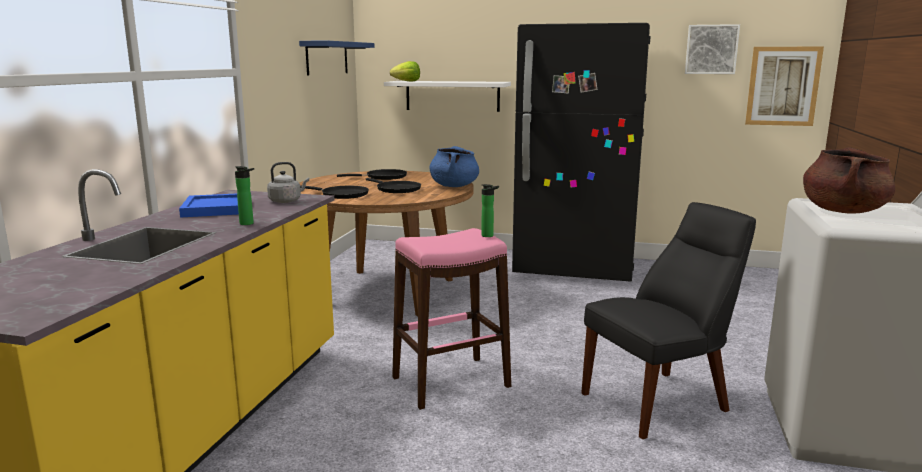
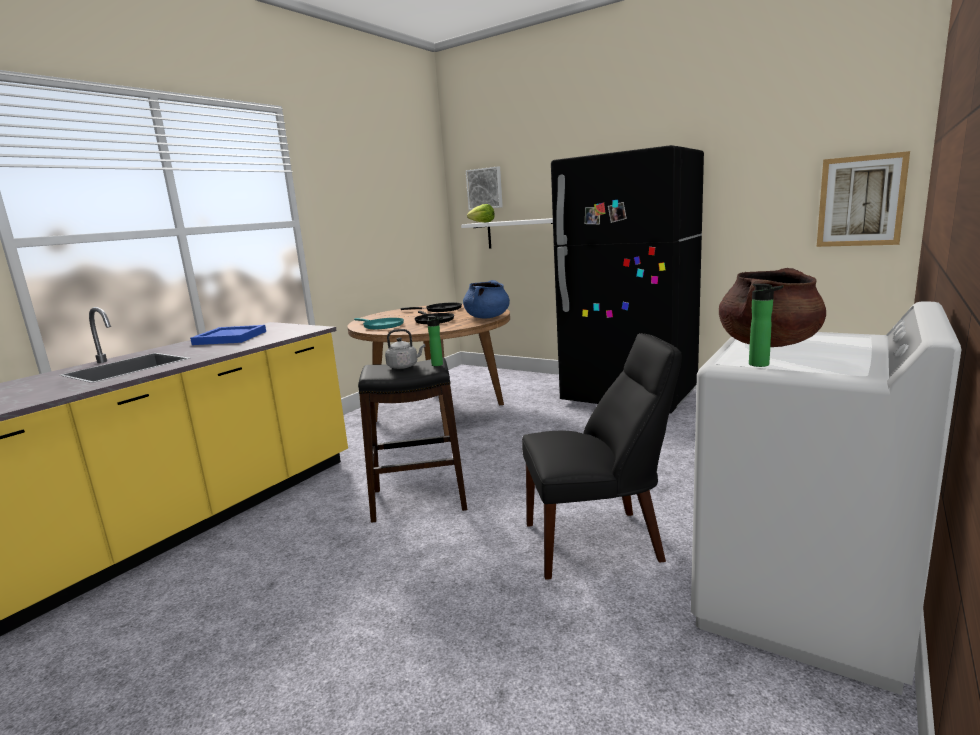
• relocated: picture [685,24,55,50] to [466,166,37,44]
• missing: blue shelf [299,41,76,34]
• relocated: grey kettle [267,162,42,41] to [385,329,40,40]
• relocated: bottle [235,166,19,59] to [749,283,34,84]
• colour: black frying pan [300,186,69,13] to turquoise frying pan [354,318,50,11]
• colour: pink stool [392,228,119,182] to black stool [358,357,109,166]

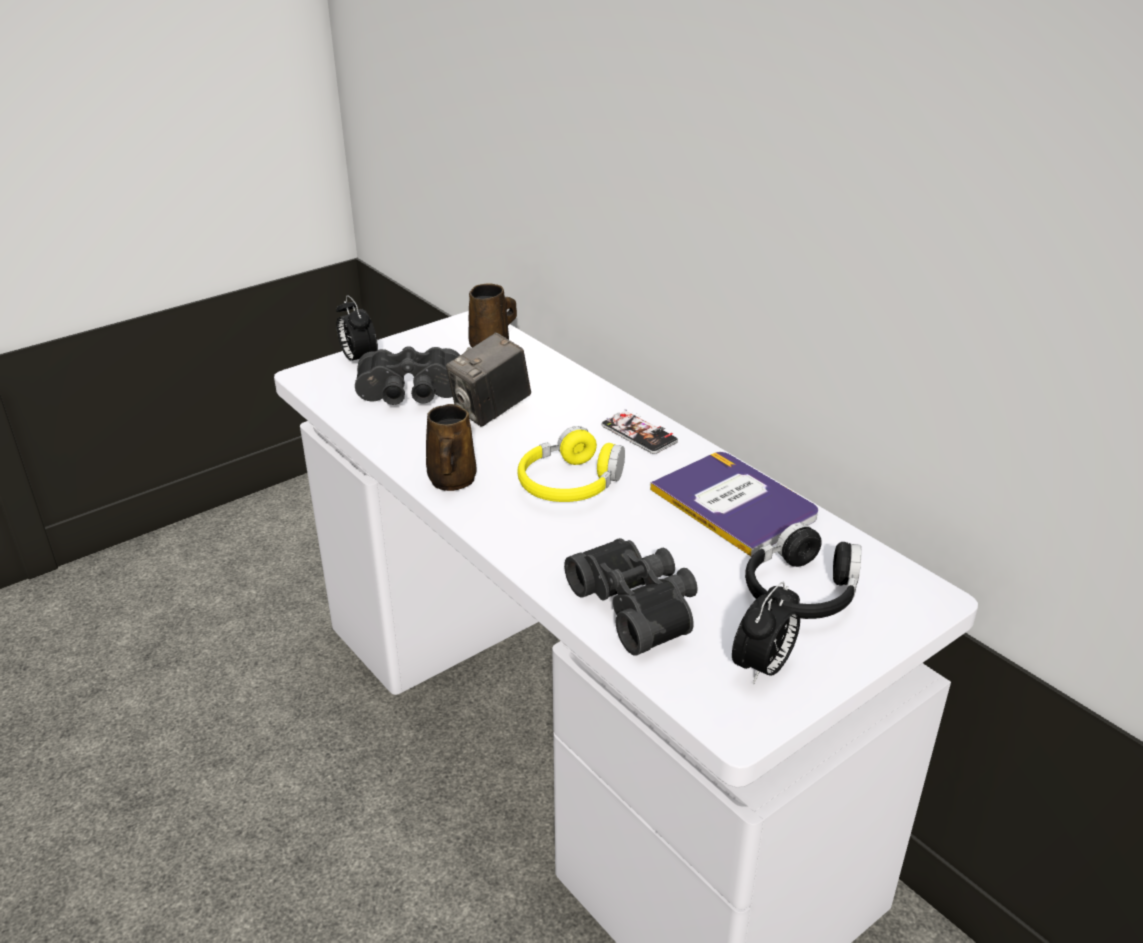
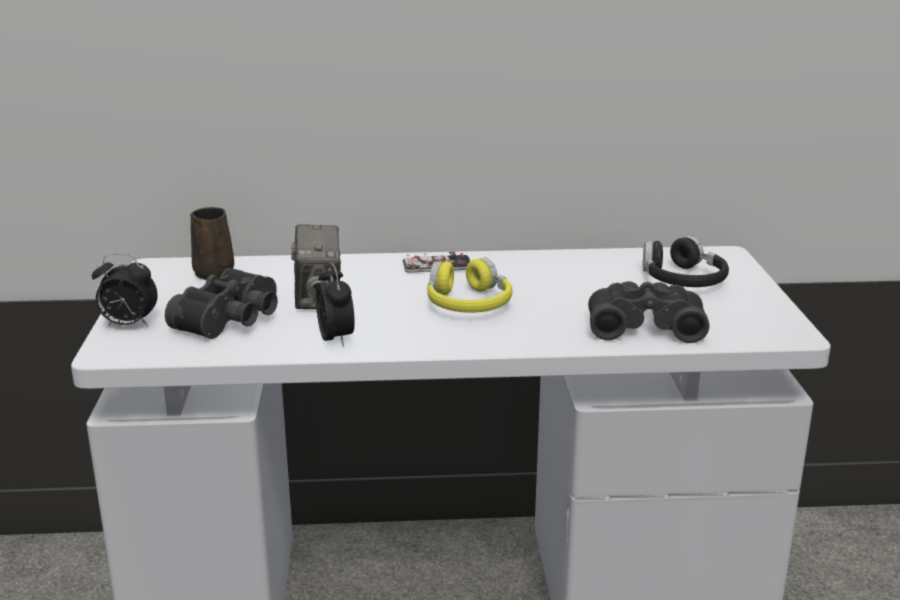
• missing: brown mug [426,404,51,87]
• missing: book [650,452,168,105]
• relocated: alarm clock [732,582,68,102] to [316,262,39,85]

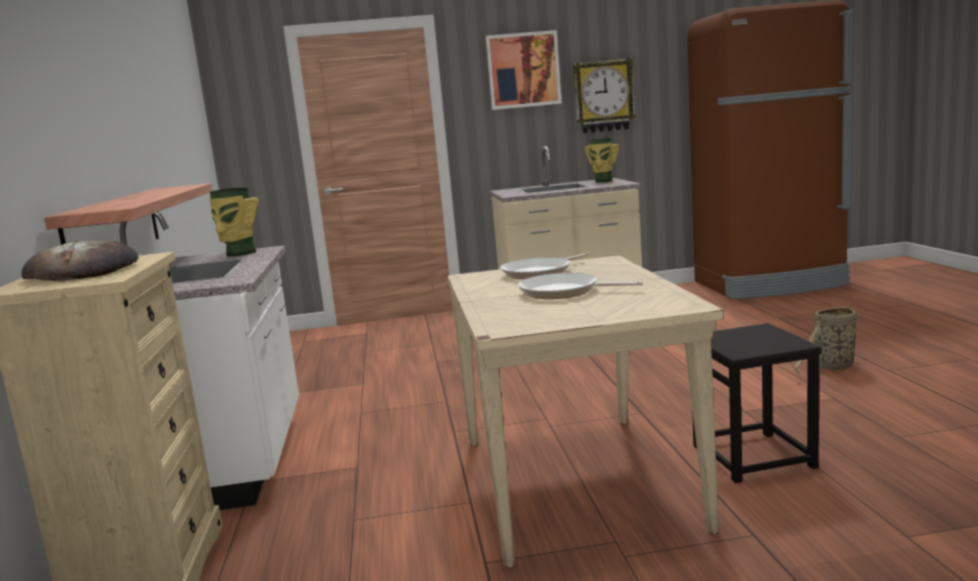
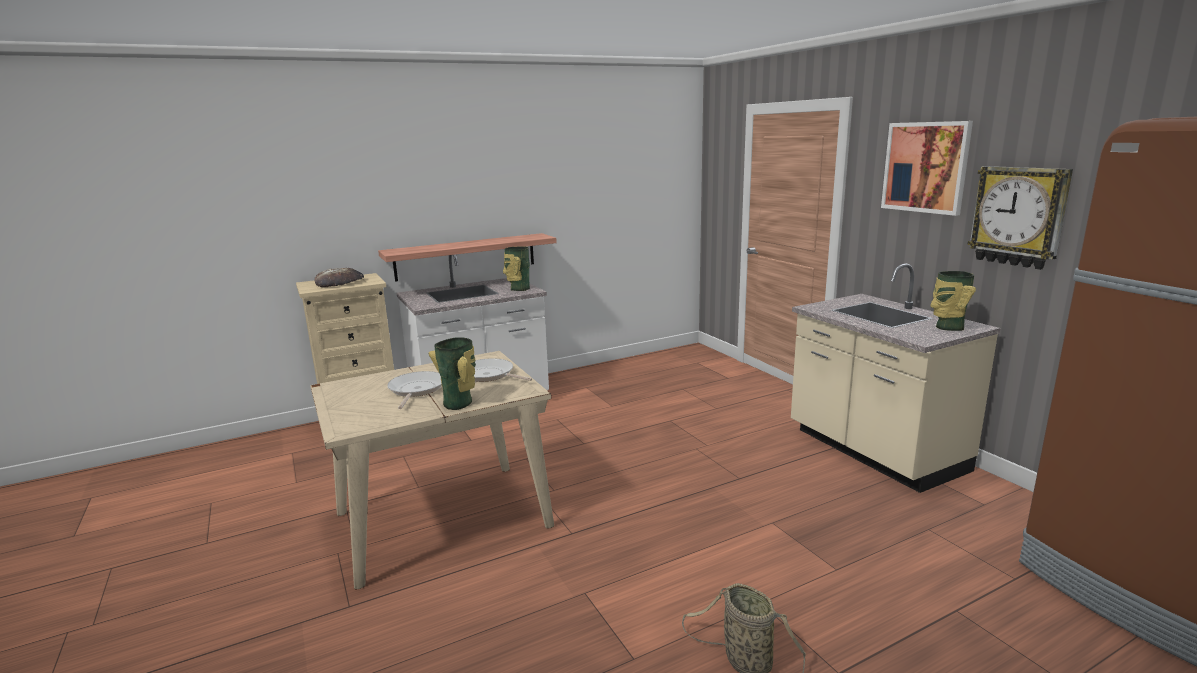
• missing: black stool [692,323,130,160]
• appeared: vase [429,337,47,73]

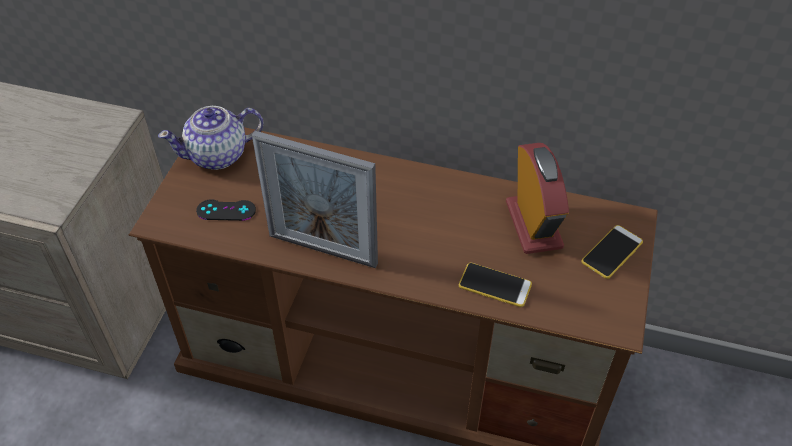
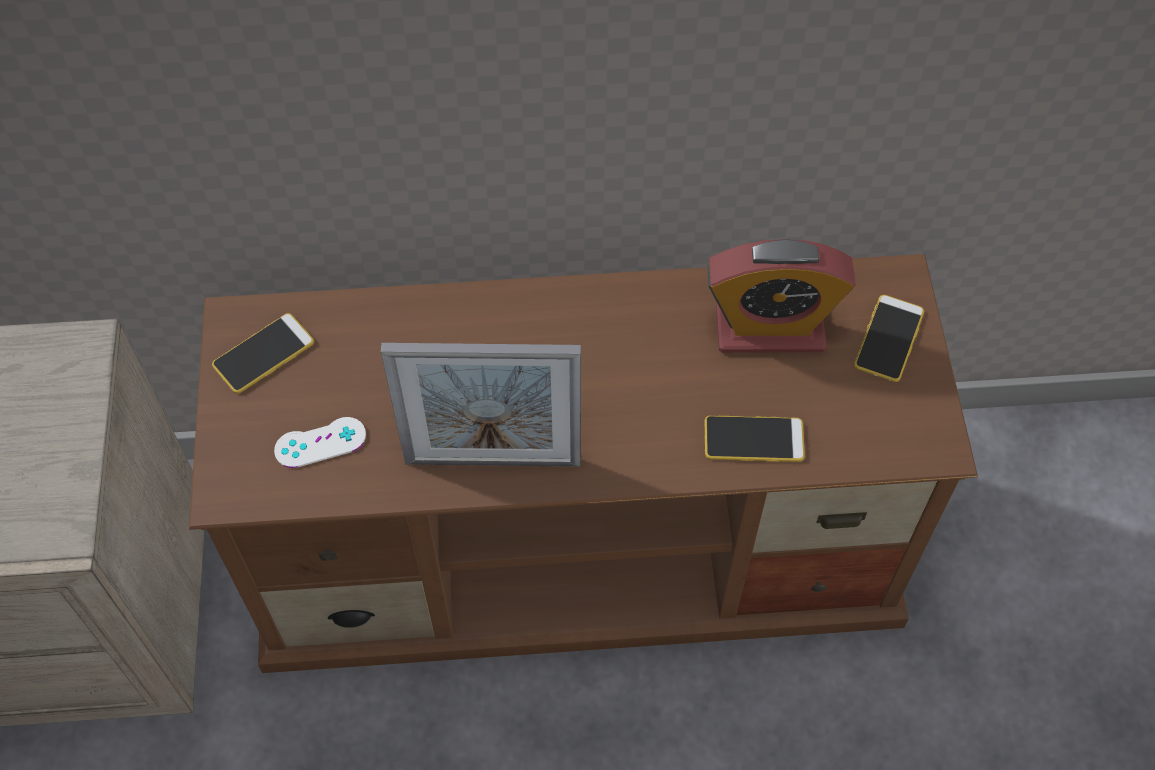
• exchanged: teapot [158,106,105,64] to phone [212,313,102,80]
• spun: alarm clock [506,143,63,111] = [707,239,149,114] 120 degrees clockwise
• colour: black game controller [196,199,60,22] to white game controller [274,417,92,51]

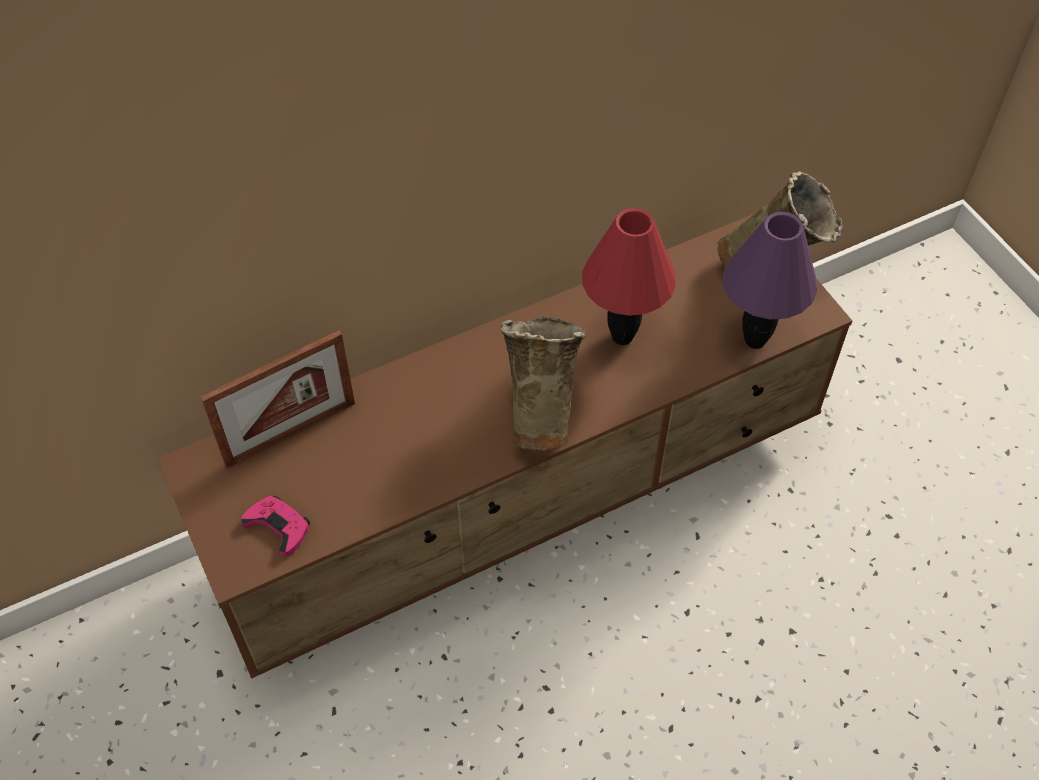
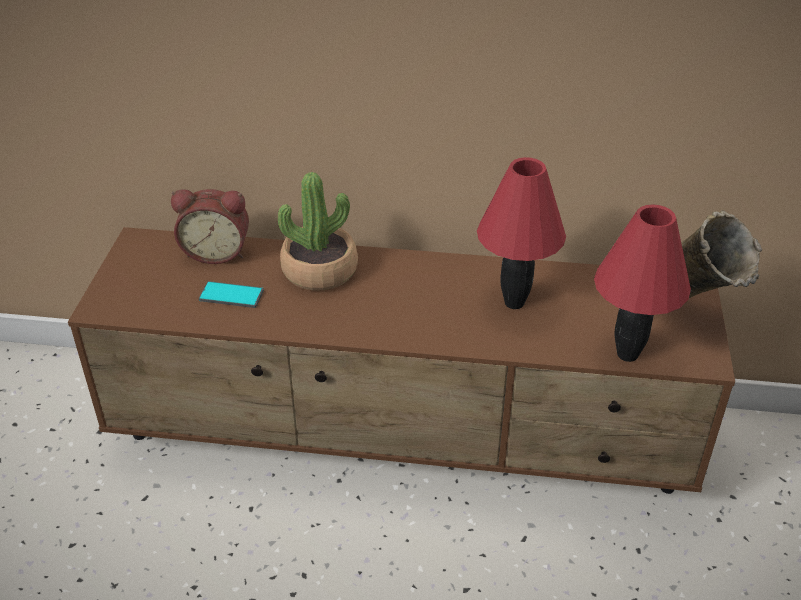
• colour: purple table lamp [723,212,94,137] to red table lamp [594,204,97,158]
• missing: beige vase [501,317,85,134]
• exchanged: picture frame [200,330,155,138] to alarm clock [171,189,78,75]
• missing: pink game controller [241,496,69,61]
• appeared: potted plant [278,172,80,118]
• appeared: phone [199,281,65,27]

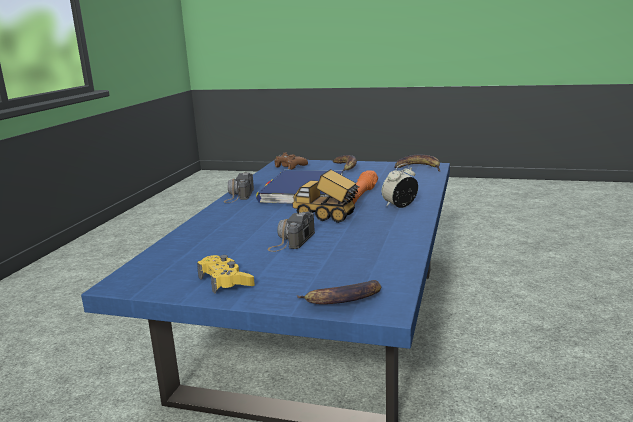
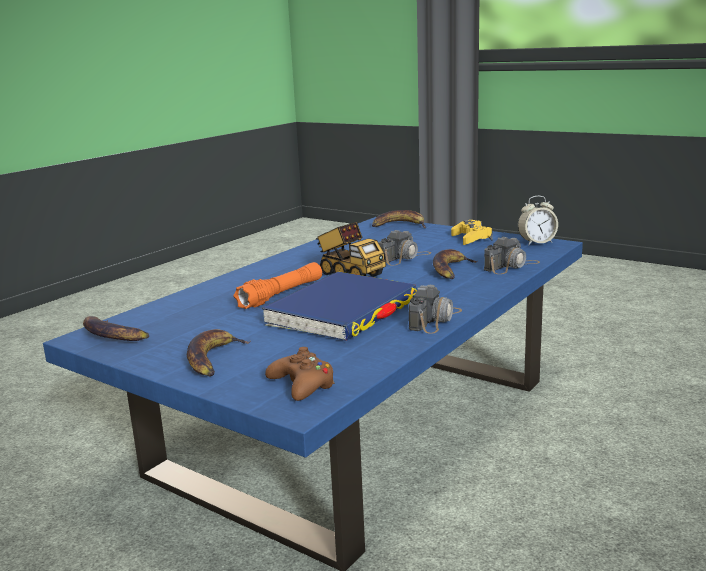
• relocated: alarm clock [382,164,36,44] to [518,196,40,49]
• appeared: photo camera [484,237,56,37]
• appeared: banana [433,249,45,30]

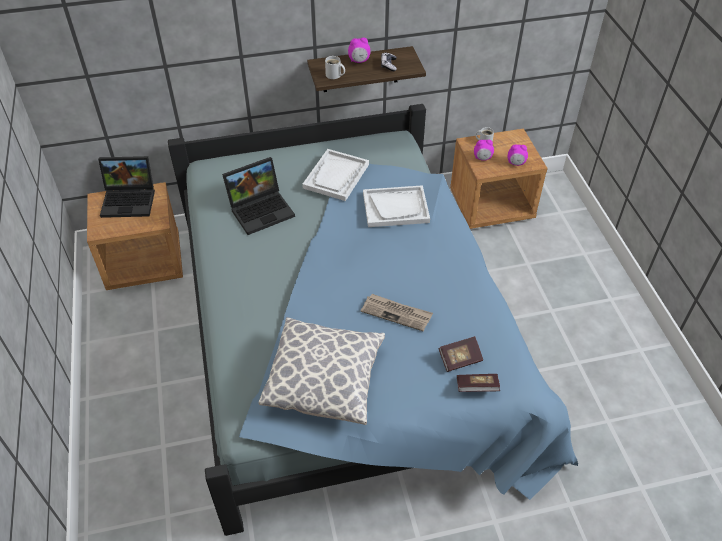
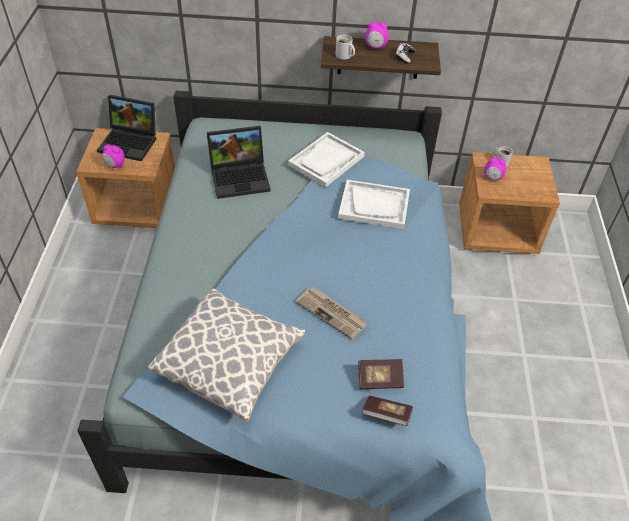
• relocated: alarm clock [508,144,20,22] to [102,144,23,24]

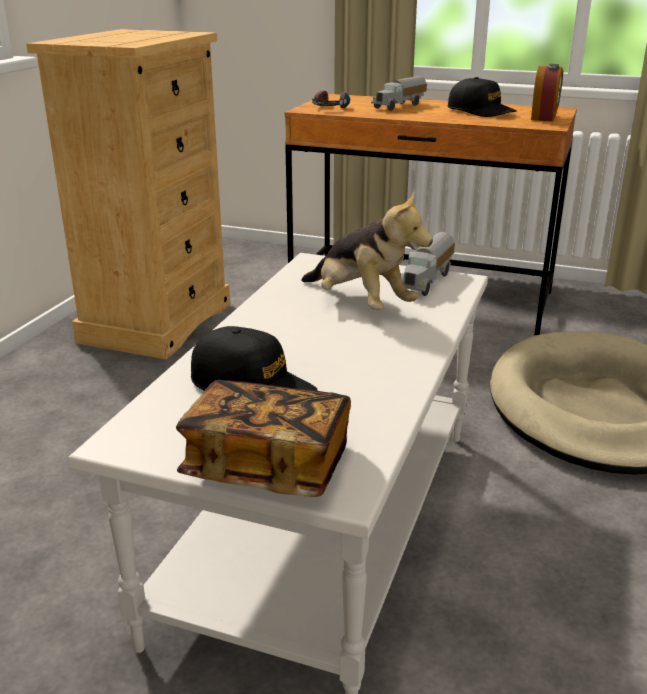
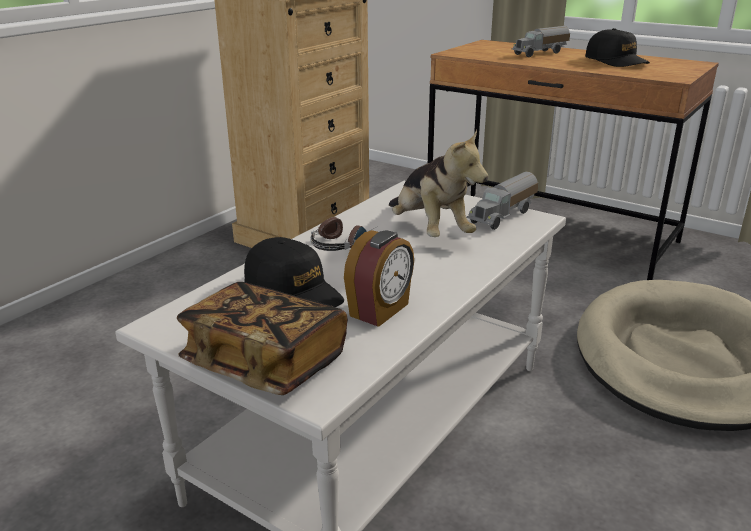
• relocated: alarm clock [531,64,32,57] to [344,230,70,97]
• relocated: headphones [312,90,38,18] to [310,217,66,34]

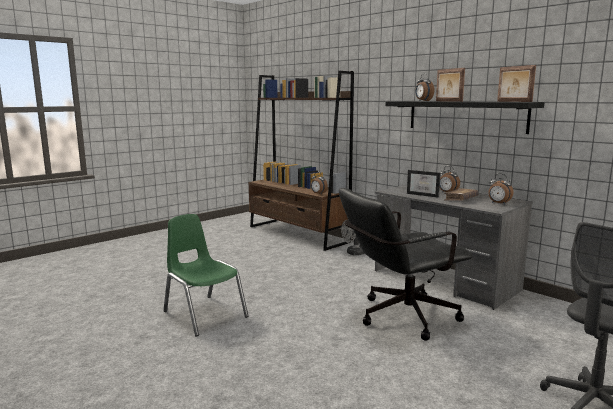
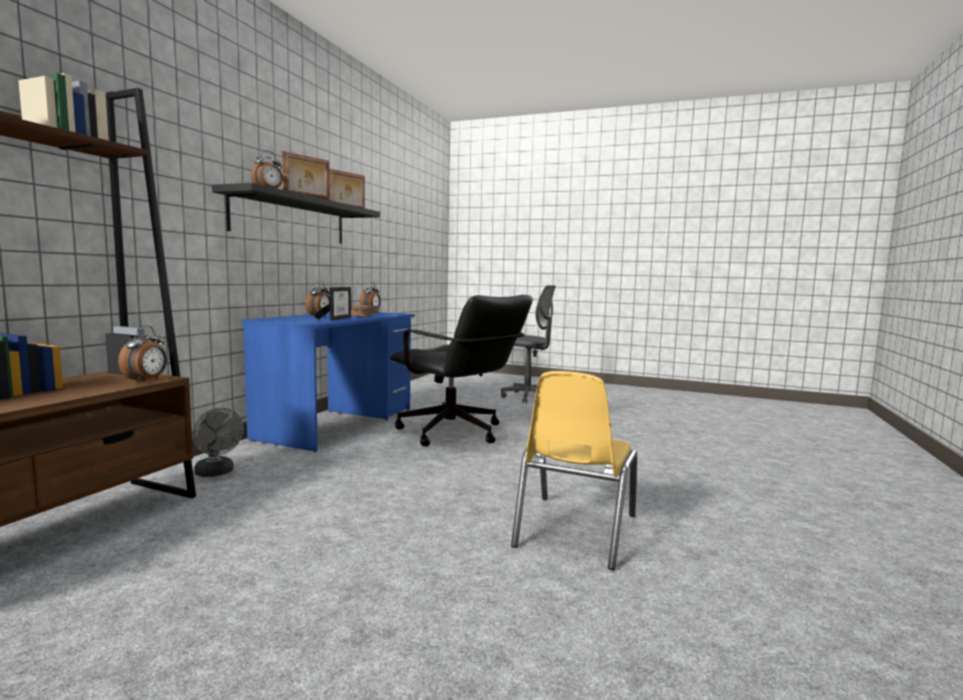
• colour: grey desk [375,185,158,125] to blue desk [241,312,174,140]
• colour: green chair [163,214,86,123] to yellow chair [511,371,126,199]

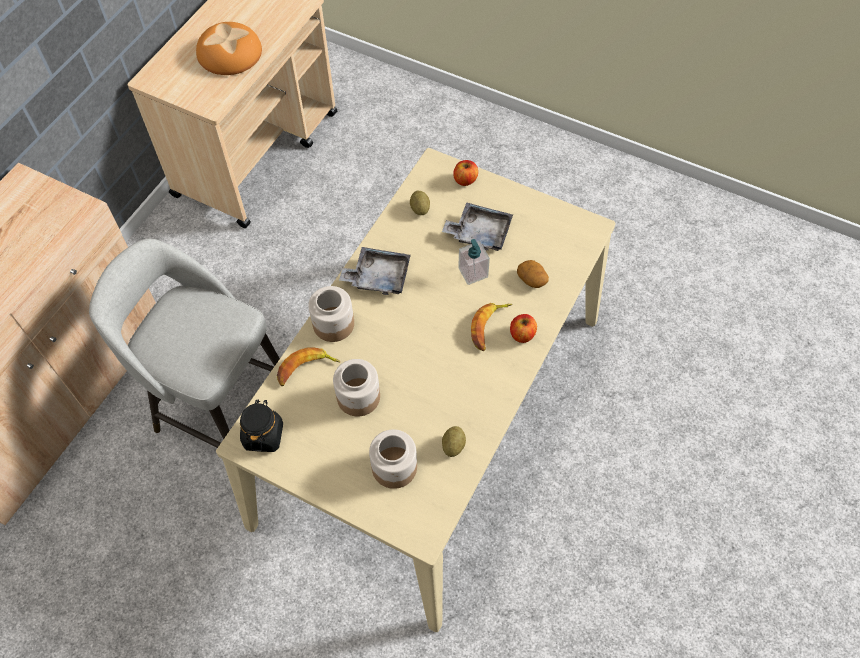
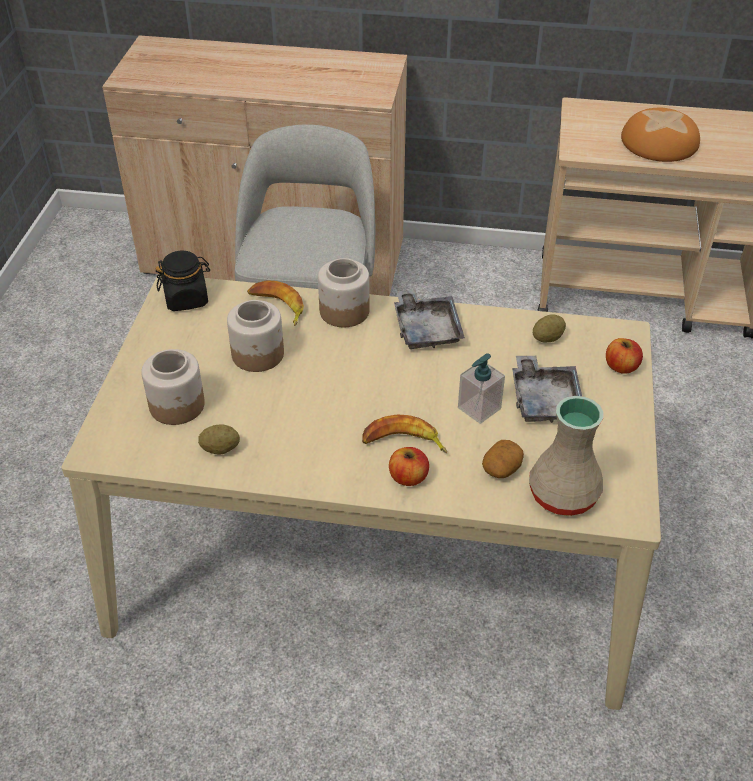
• appeared: beige vase [529,396,75,120]

